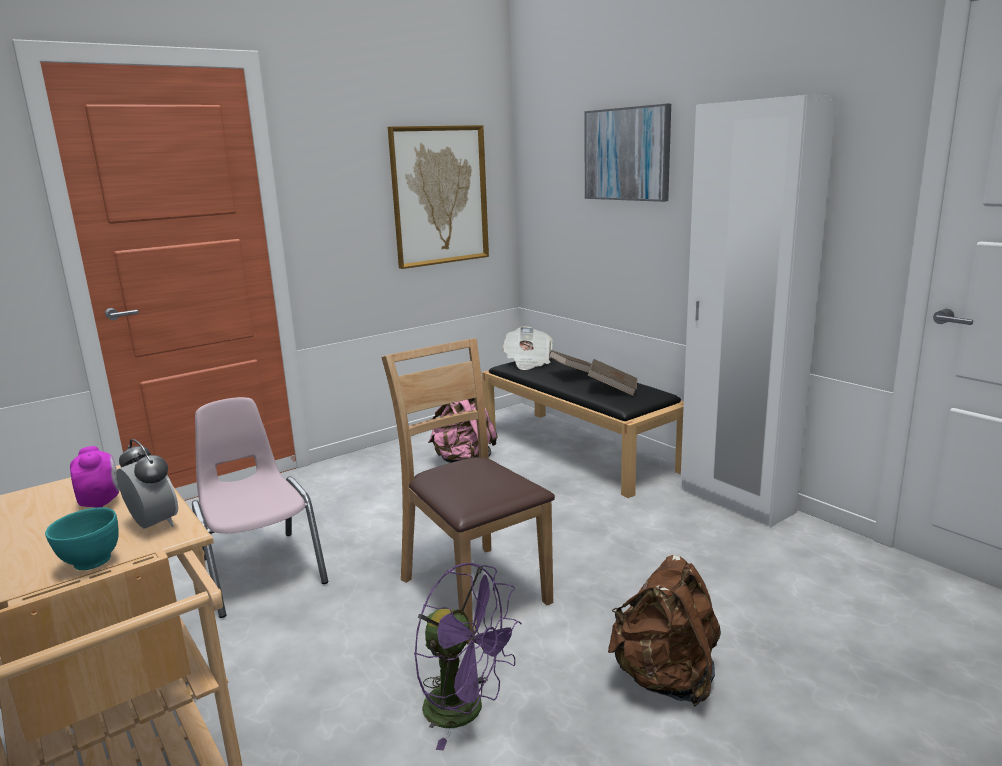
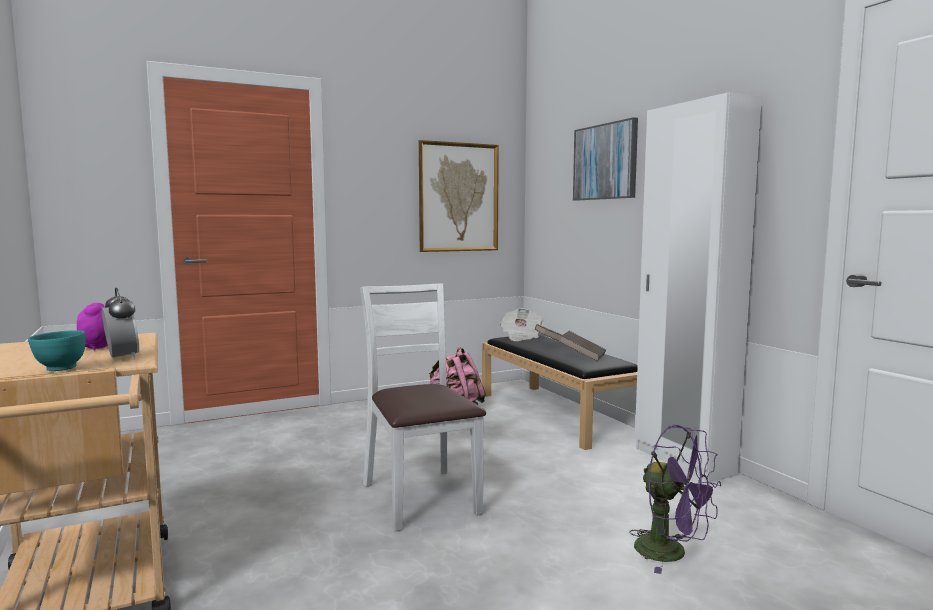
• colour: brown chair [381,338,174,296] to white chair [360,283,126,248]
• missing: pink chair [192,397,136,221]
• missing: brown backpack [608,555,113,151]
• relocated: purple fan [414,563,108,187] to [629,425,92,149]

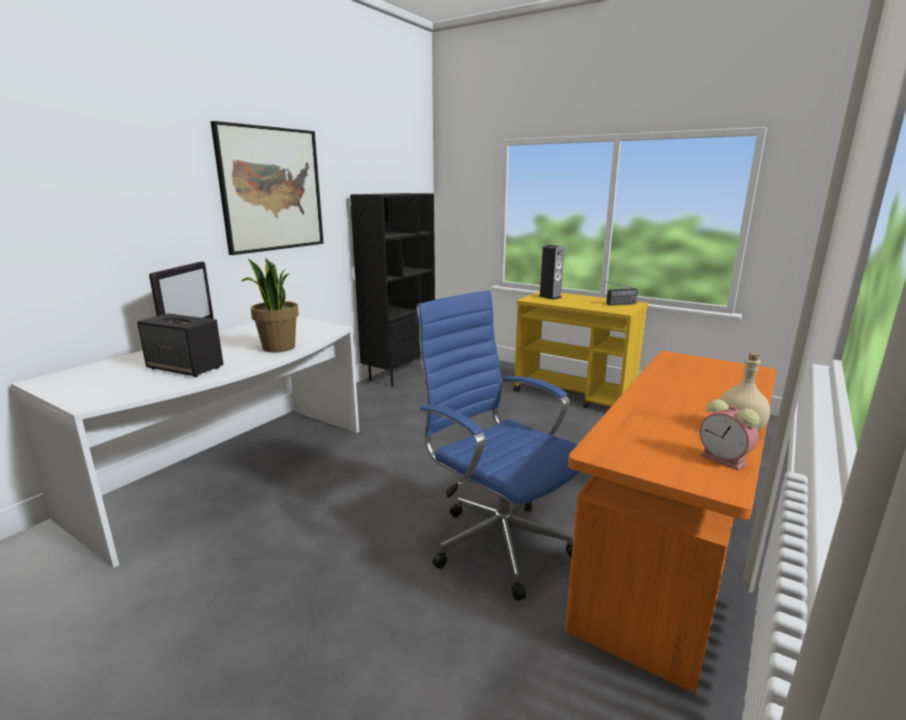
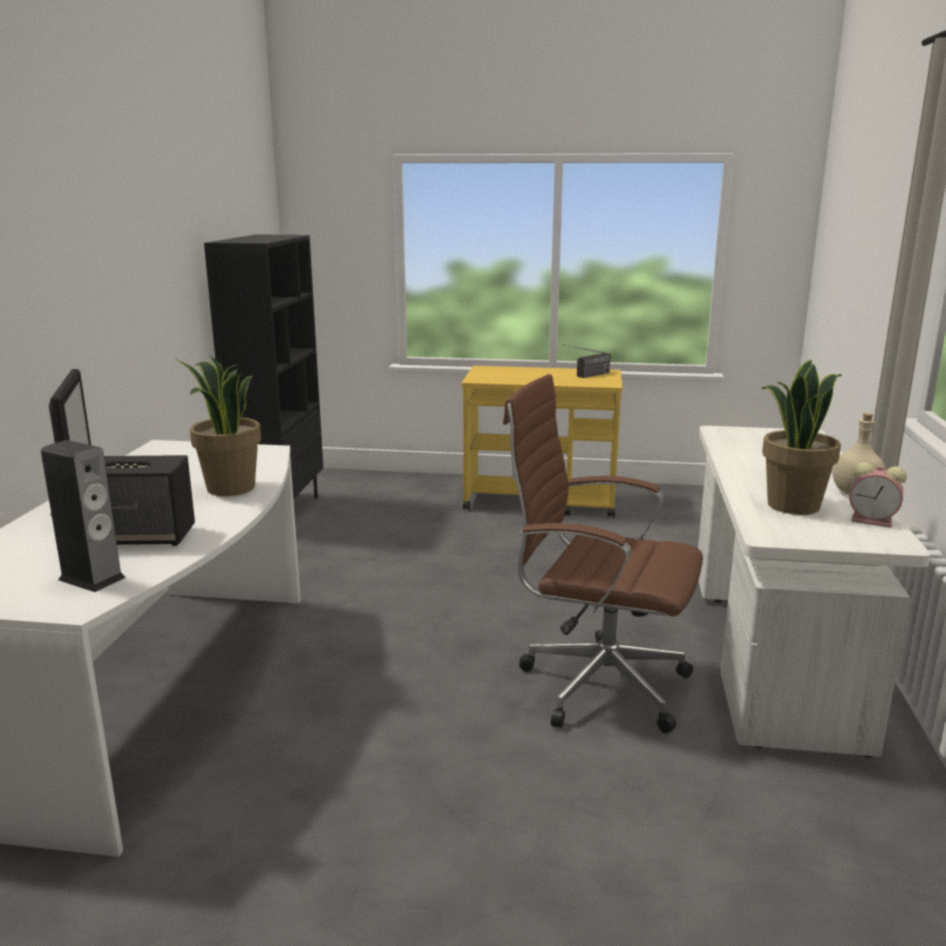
• missing: picture [211,121,113,134]
• relocated: speaker [539,245,25,55] to [41,440,85,152]
• colour: blue office chair [415,290,164,311] to brown office chair [503,374,200,359]
• colour: orange desk [565,351,211,343] to white desk [698,426,232,332]
• appeared: potted plant [761,360,81,155]

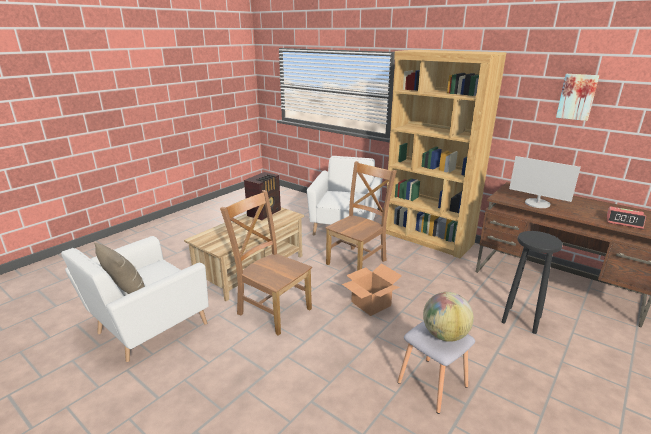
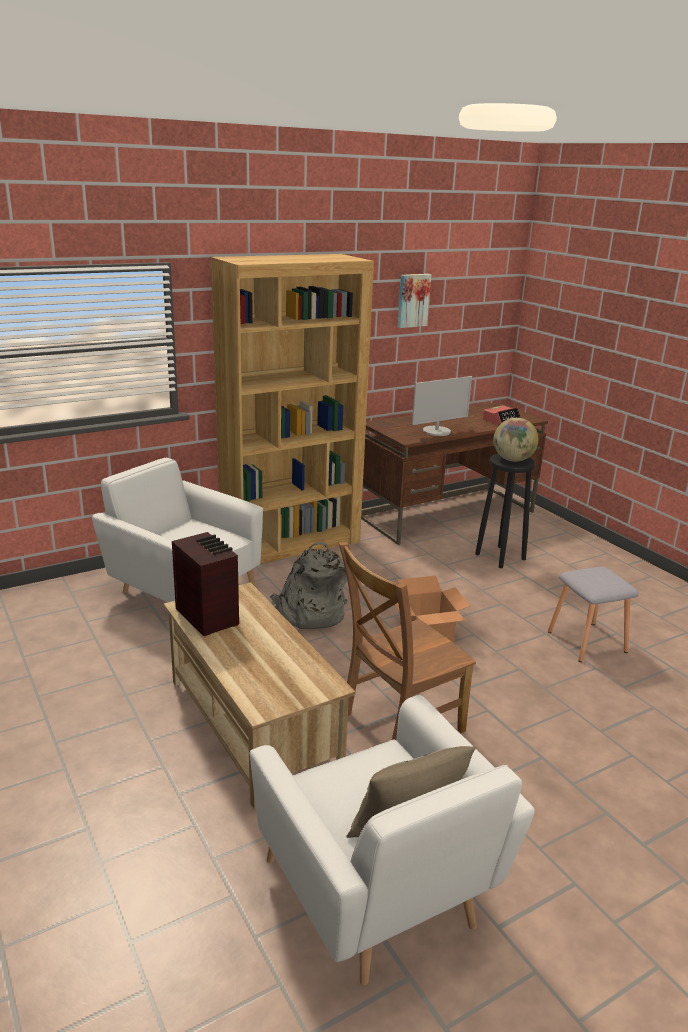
• exchanged: brown chair [325,161,72,110] to grey backpack [270,542,77,87]
• relocated: globe [423,292,51,50] to [494,418,44,44]

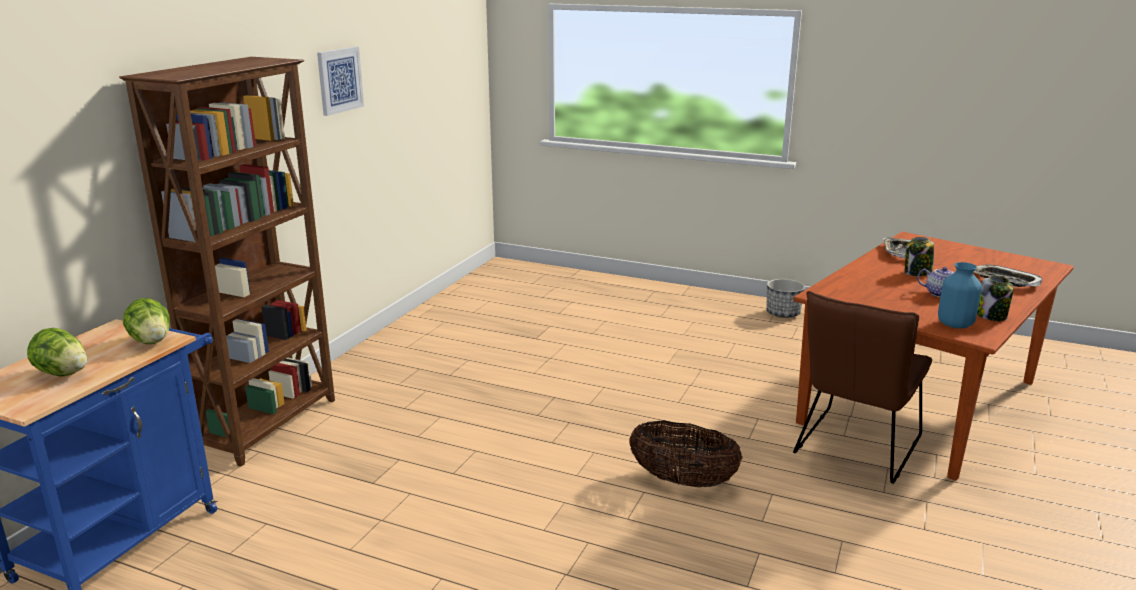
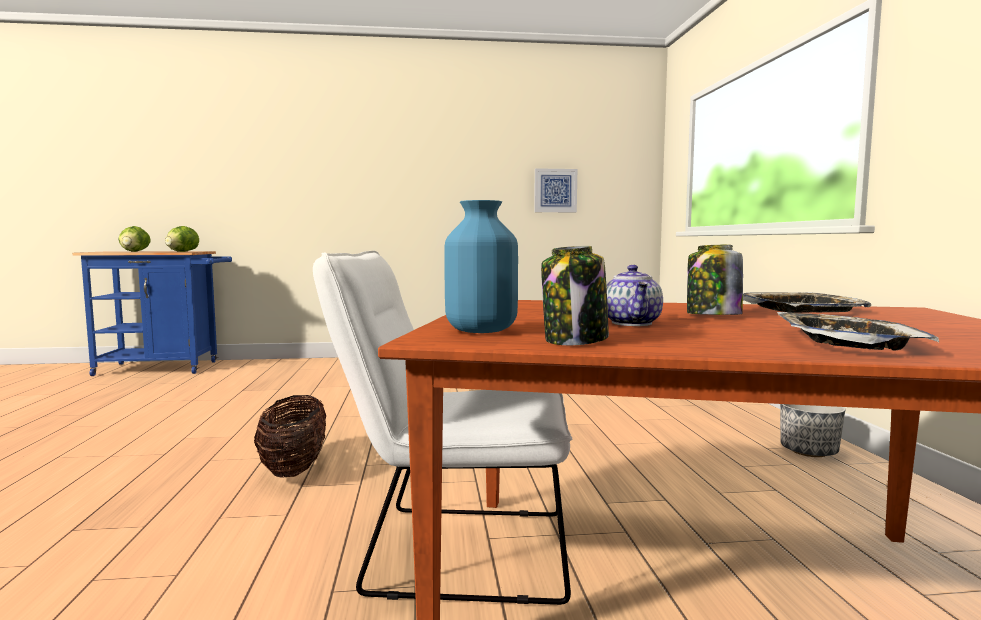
• relocated: picture [317,47,47,69] to [534,168,43,44]
• missing: brown bookcase [119,57,216,410]
• colour: brown chair [793,291,139,193] to white chair [313,251,259,354]

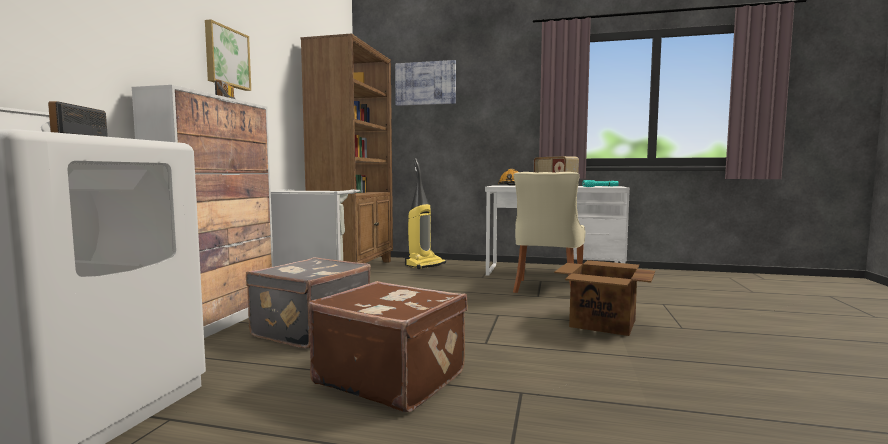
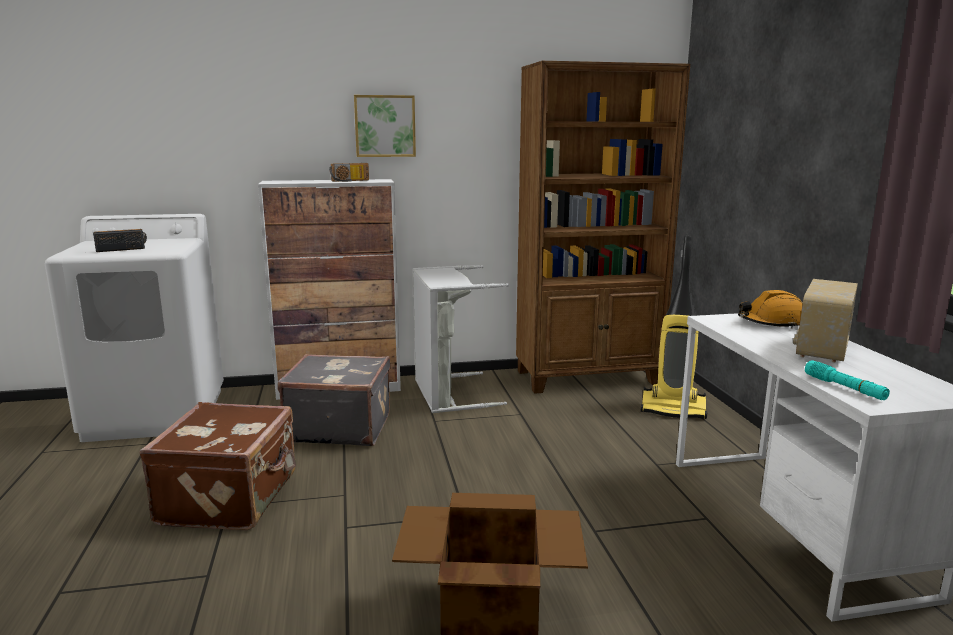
• missing: picture [395,60,61,46]
• missing: beige chair [513,172,72,121]

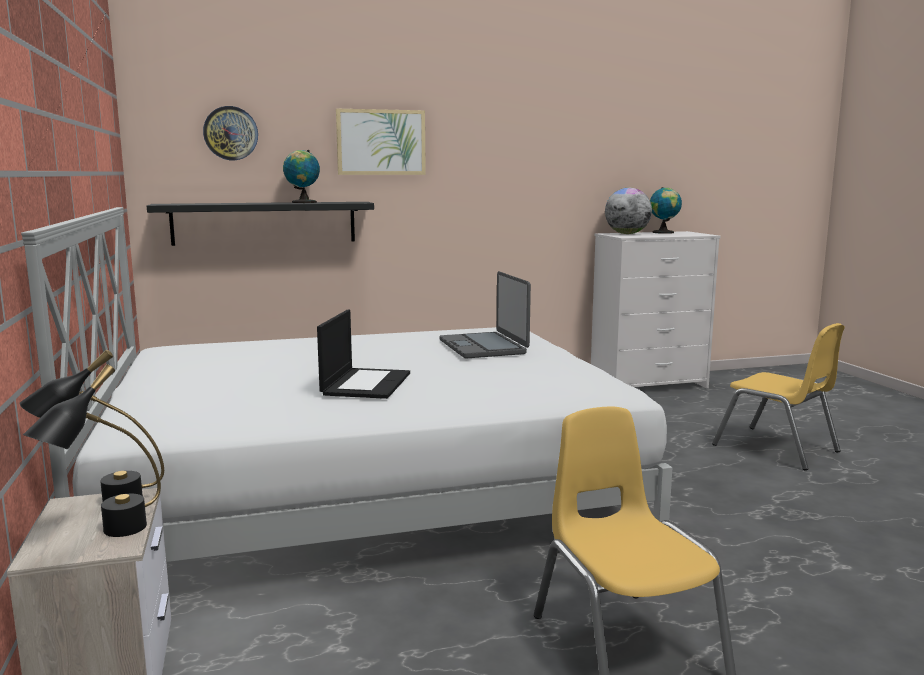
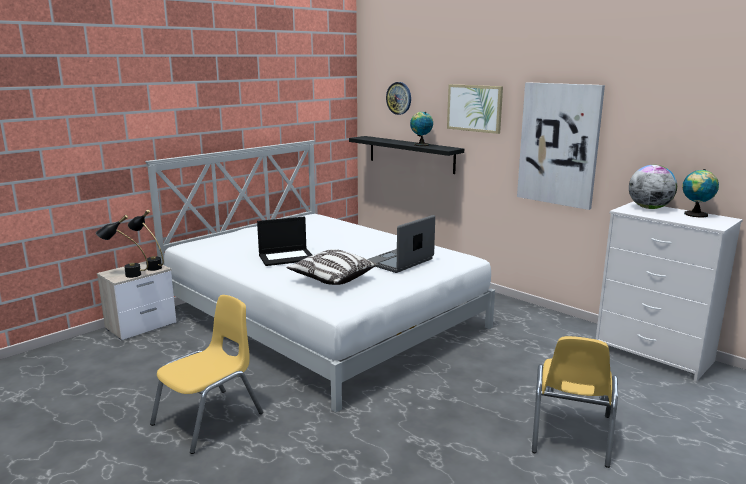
• appeared: picture [517,82,88,128]
• appeared: pillow [287,249,90,36]

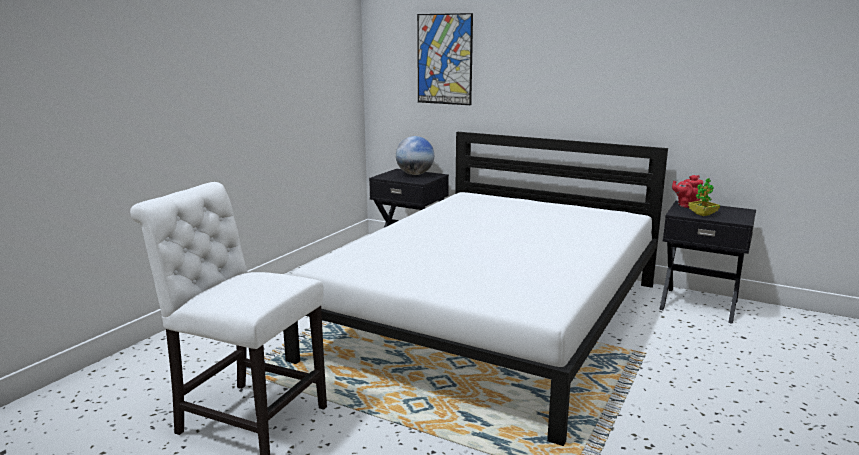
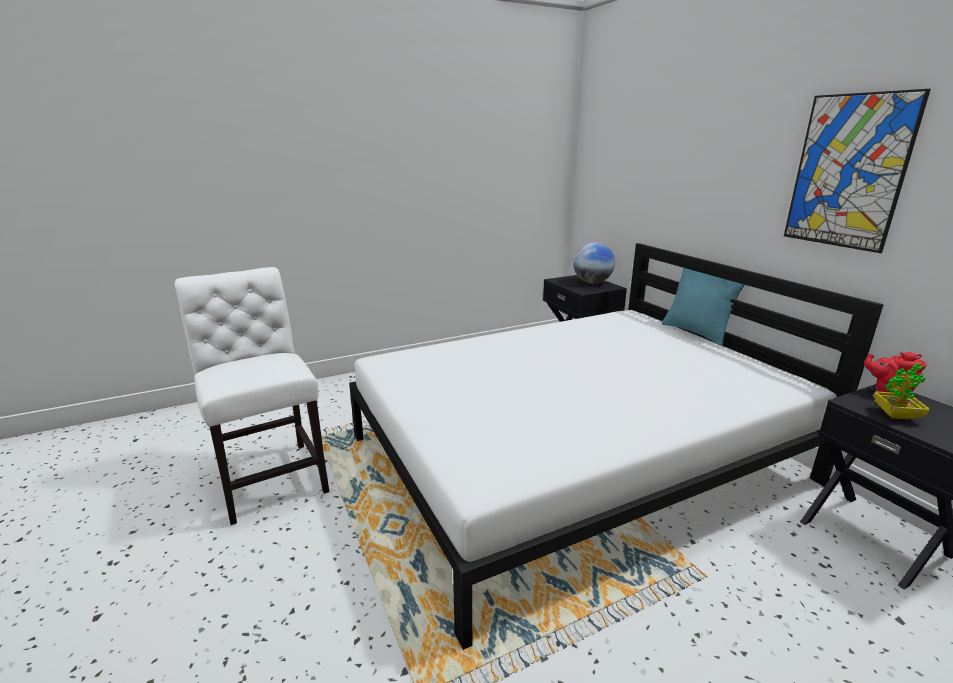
• relocated: picture [417,13,56,92] to [784,89,147,164]
• appeared: turquoise pillow [662,268,83,78]

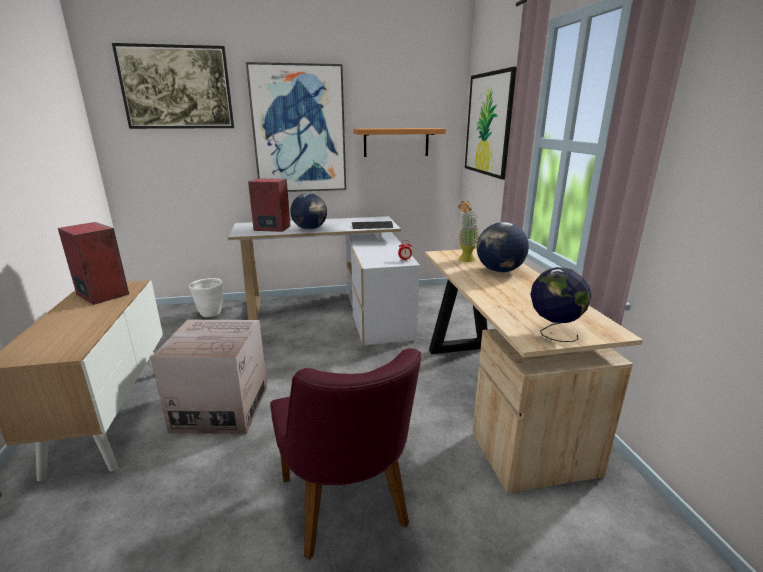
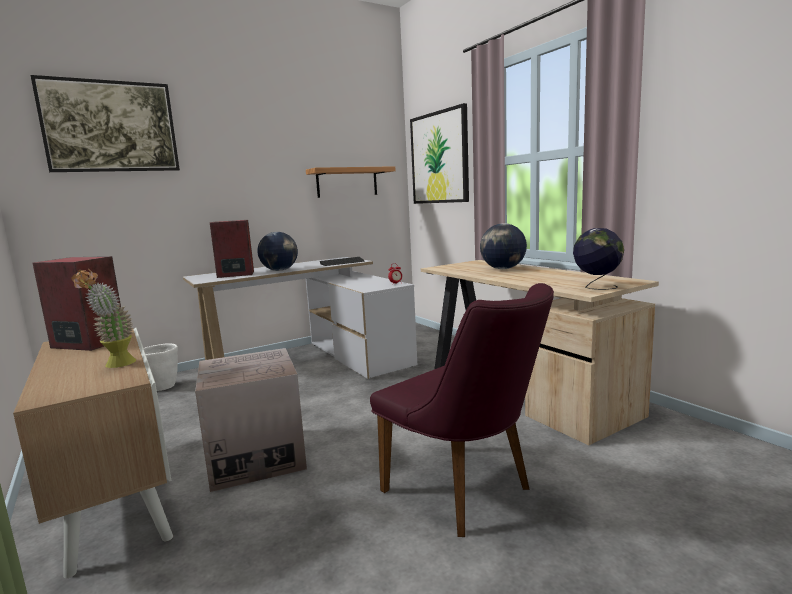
• missing: picture [246,62,100,130]
• relocated: potted plant [457,201,22,61] to [72,269,64,99]

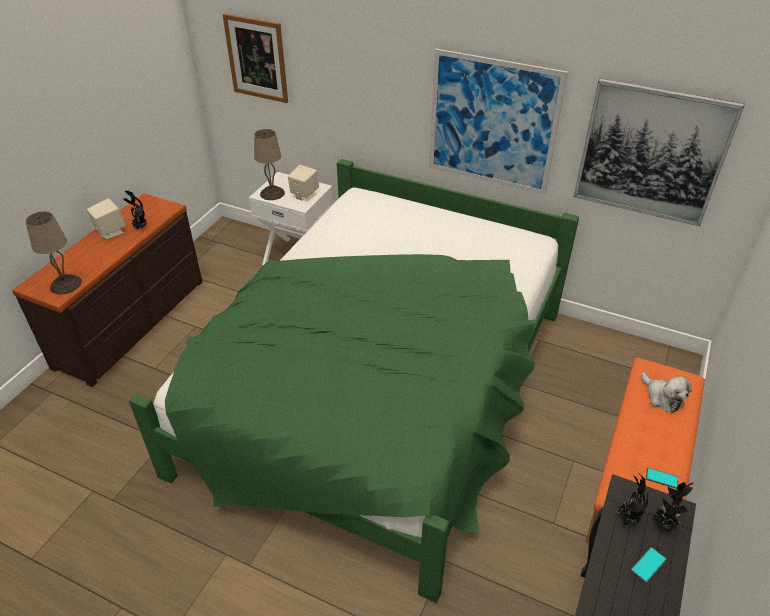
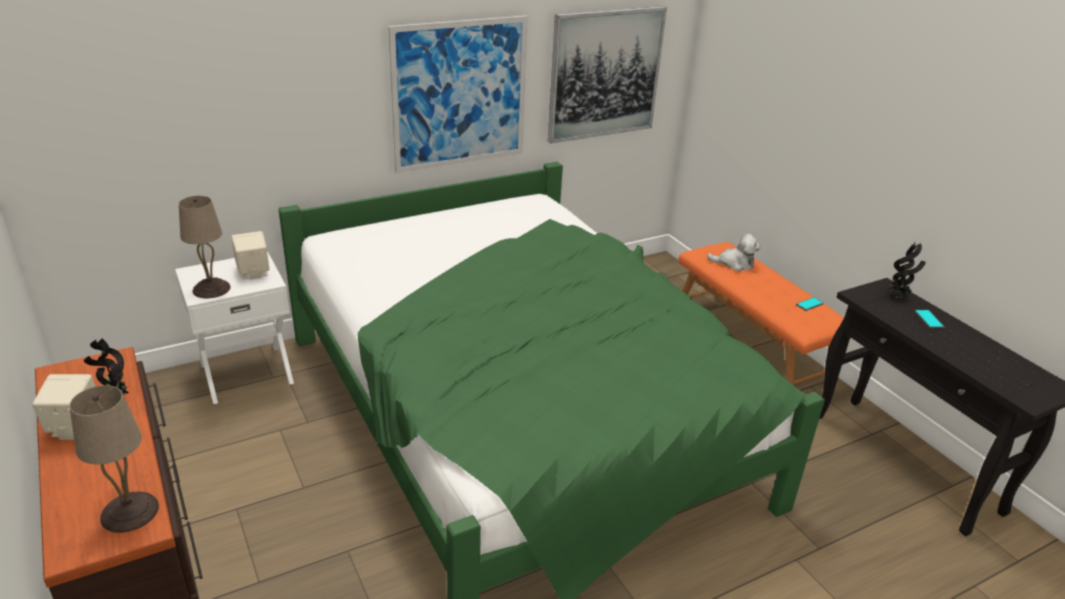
• missing: picture [222,14,66,89]
• missing: potted plant [617,473,31,52]

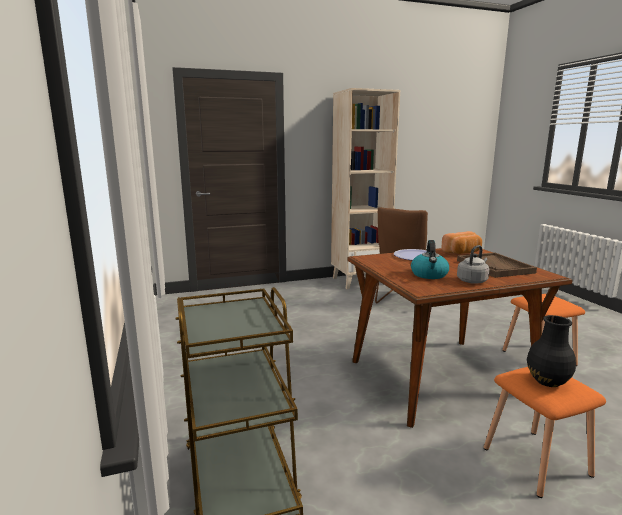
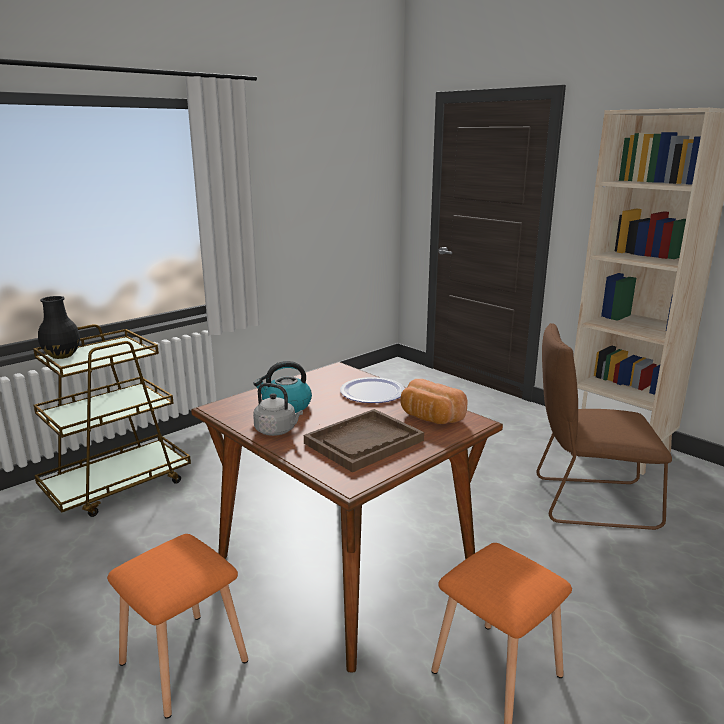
• relocated: black vase [527,315,49,72] to [38,296,42,63]

